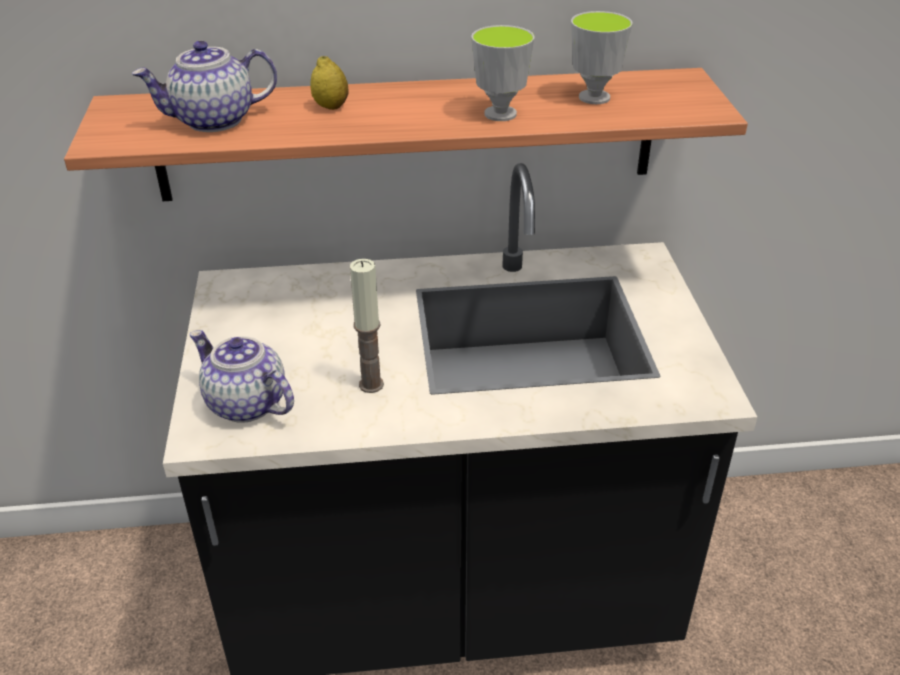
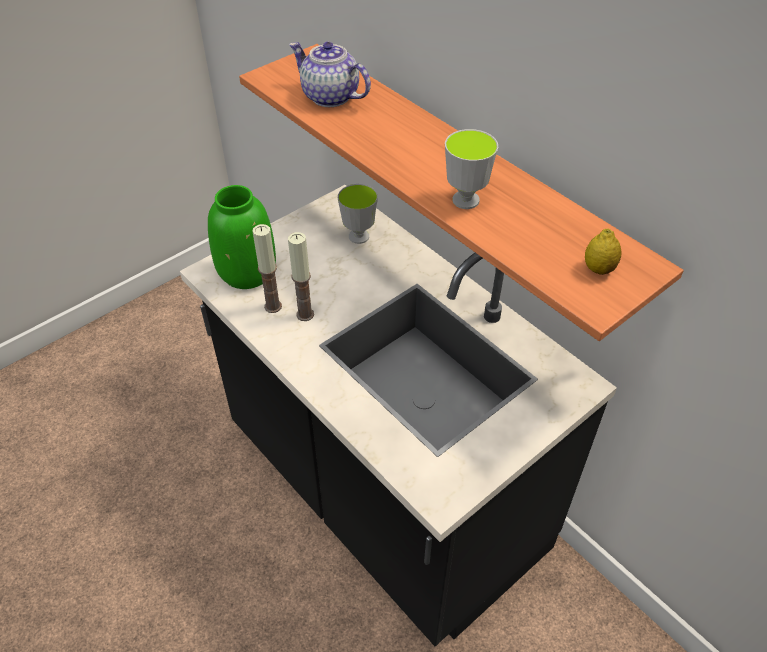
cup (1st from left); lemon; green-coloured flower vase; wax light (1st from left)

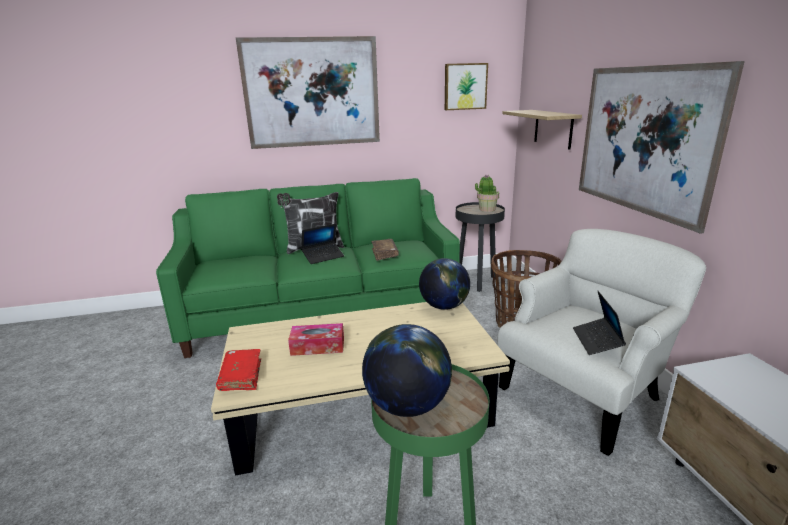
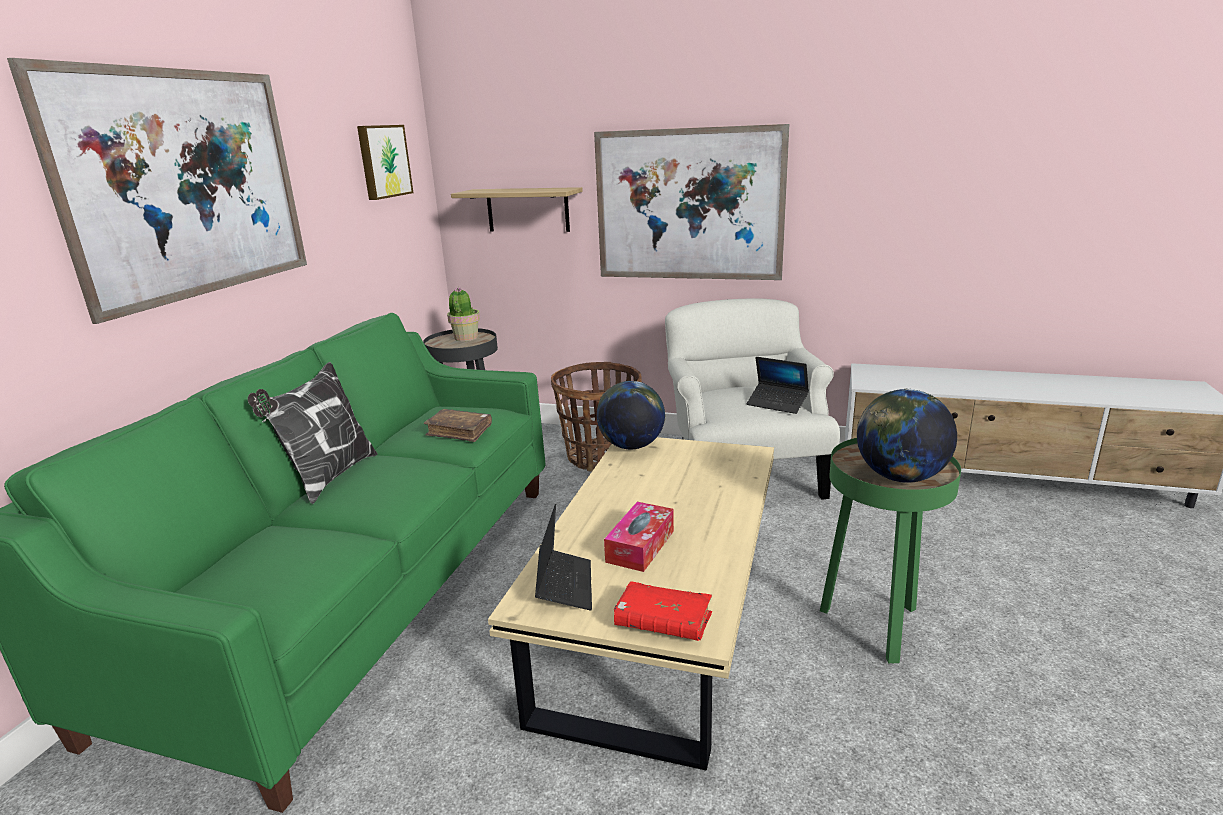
laptop (1st from left)

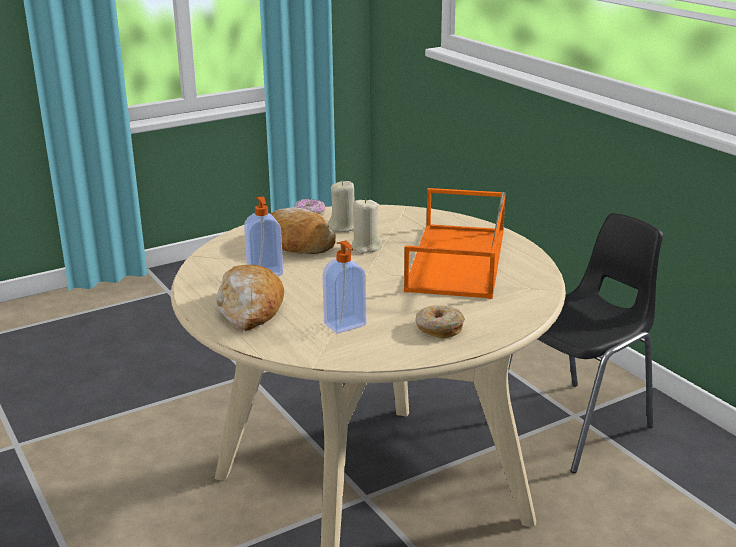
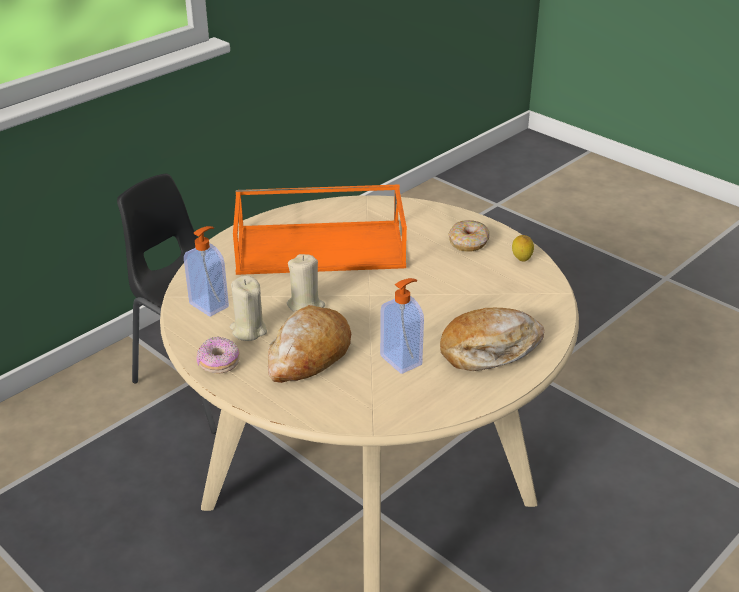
soap bottle (1st from left); lemon

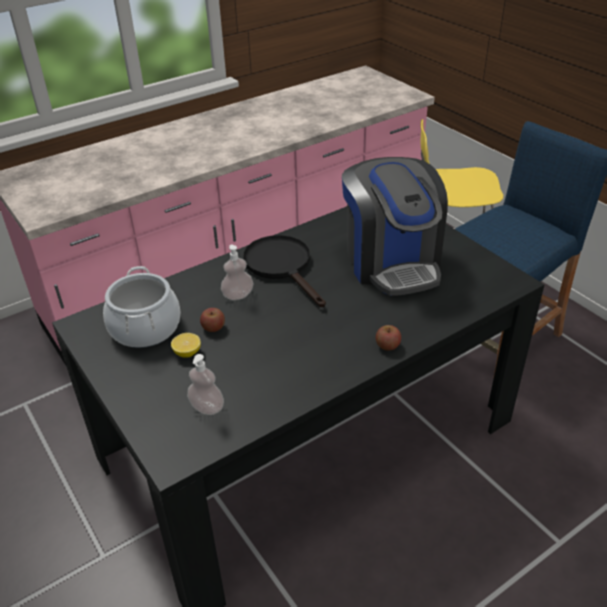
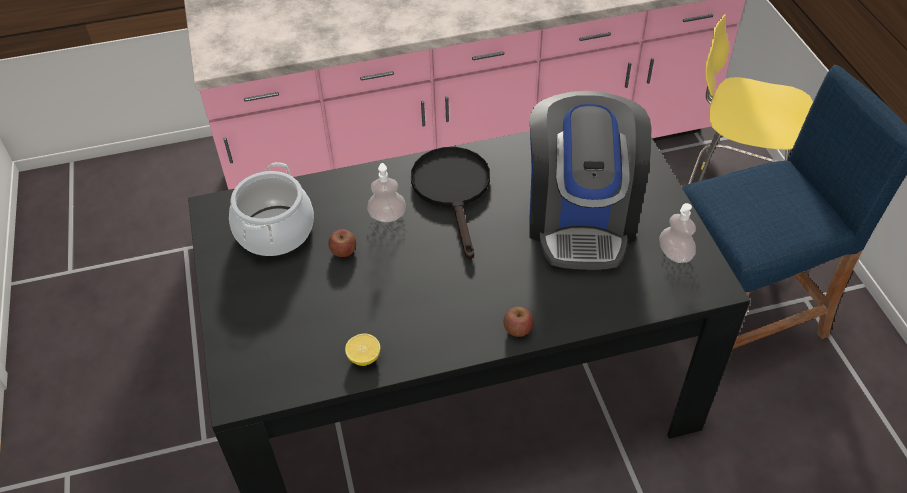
lemon; soap bottle (2nd from left)

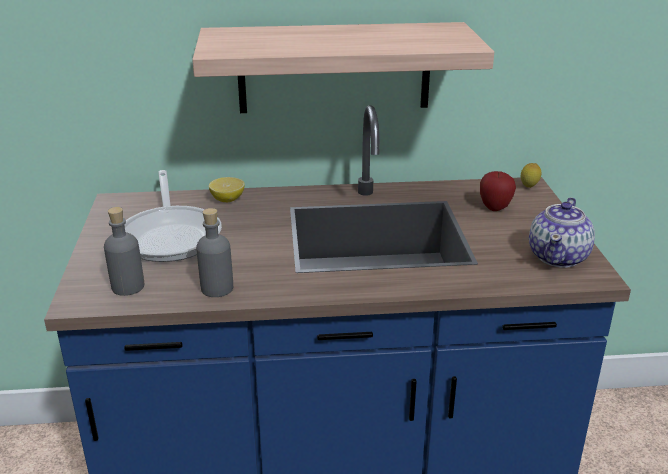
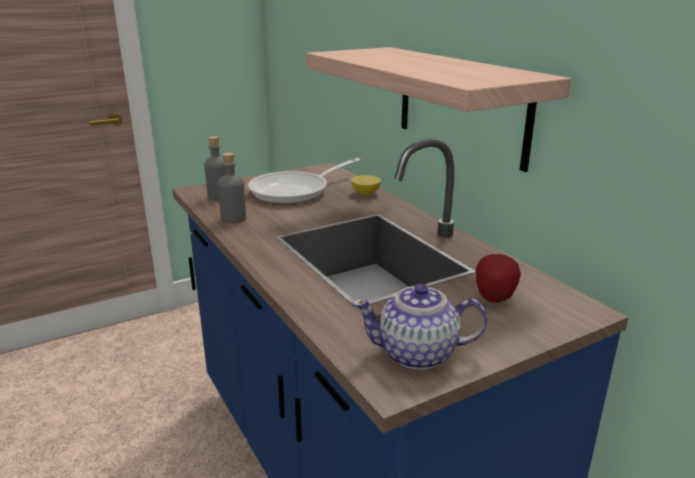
lemon (2nd from left in the first image)

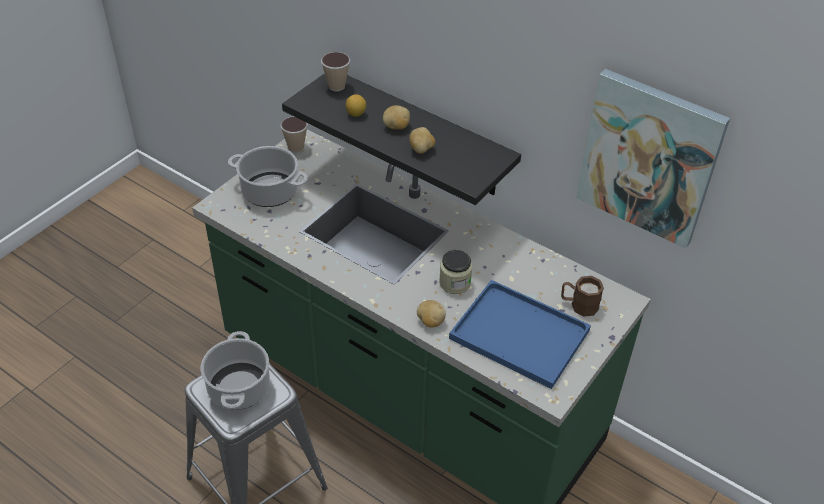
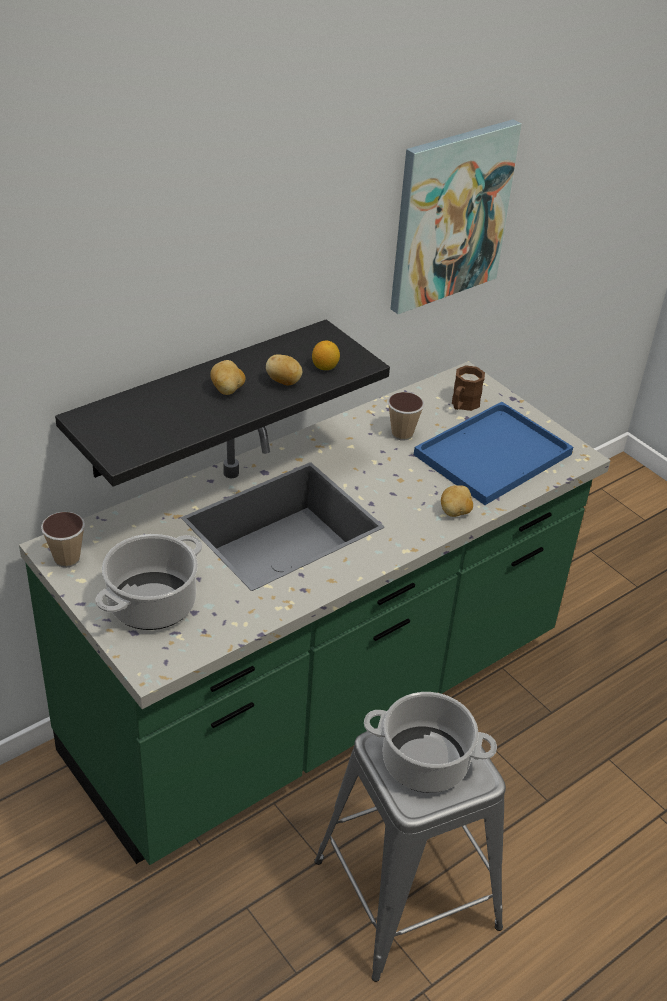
cup (2nd from left); lemon; jar

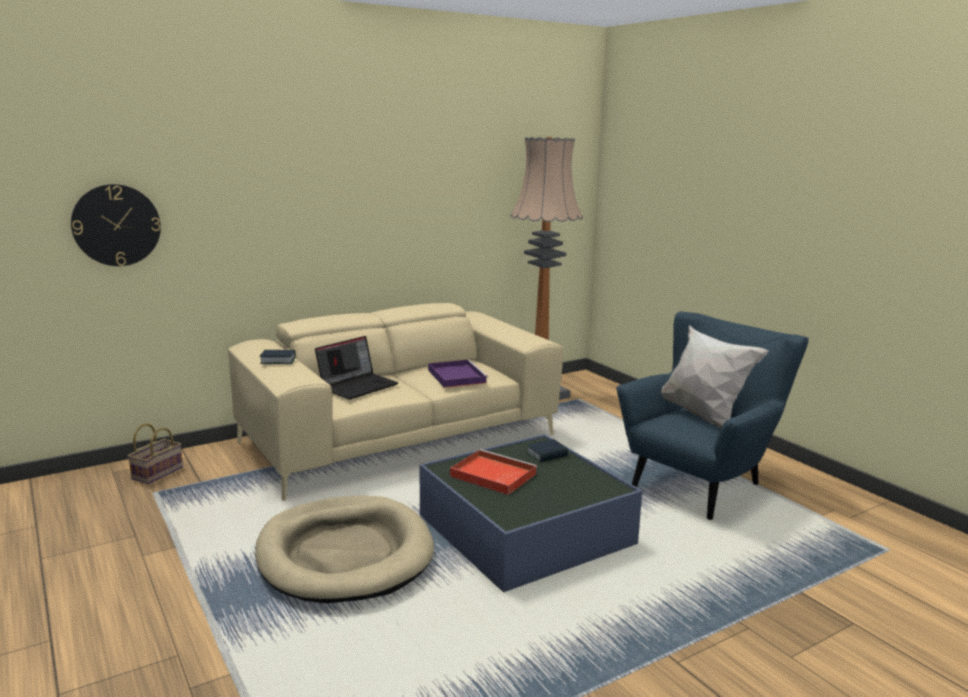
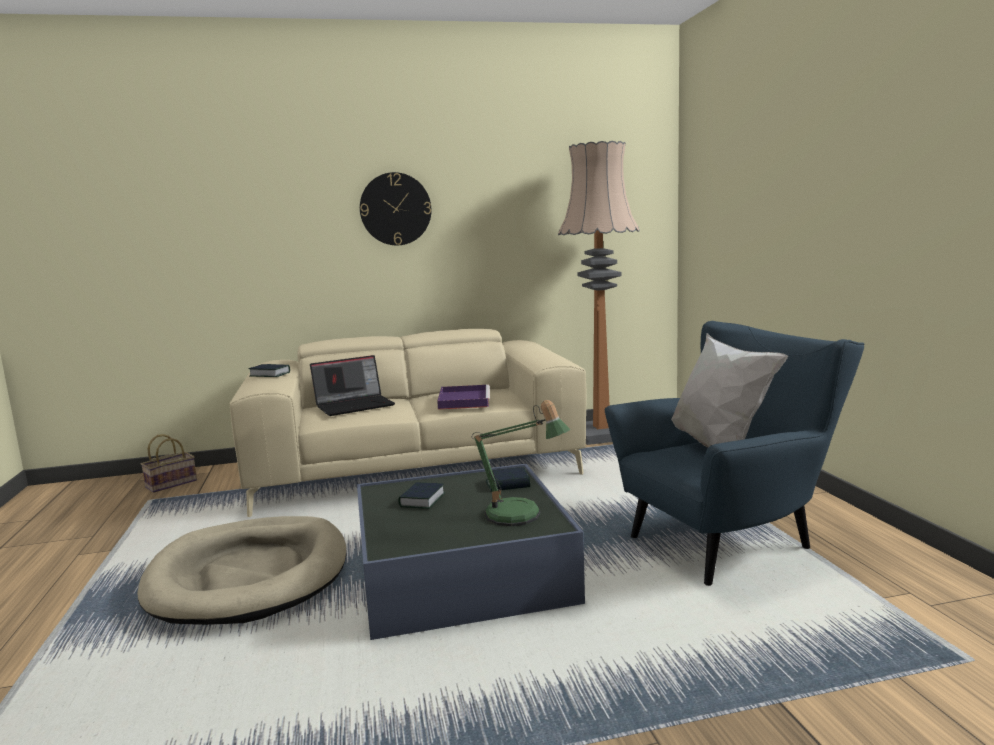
wall clock; bound book (2nd from left); lamp for a table

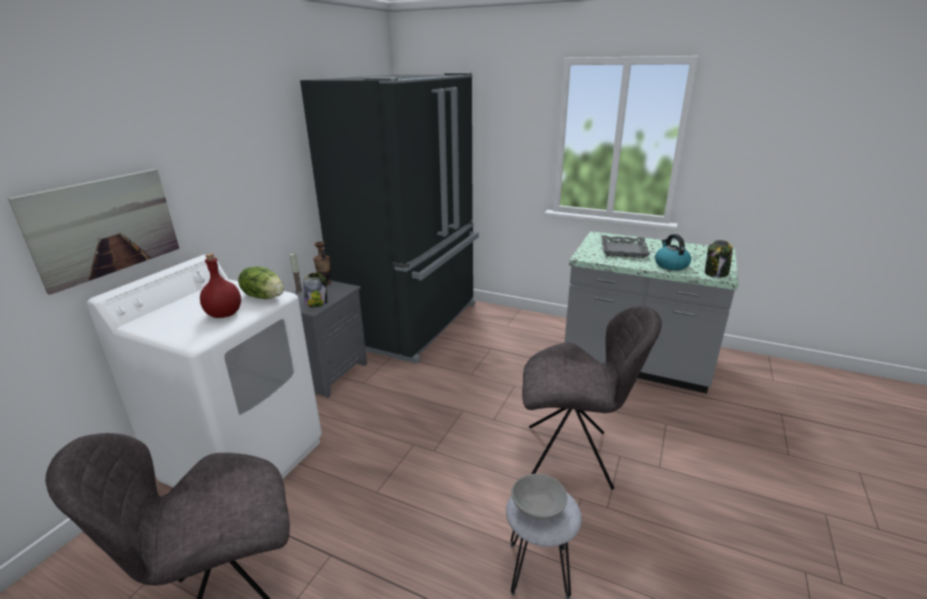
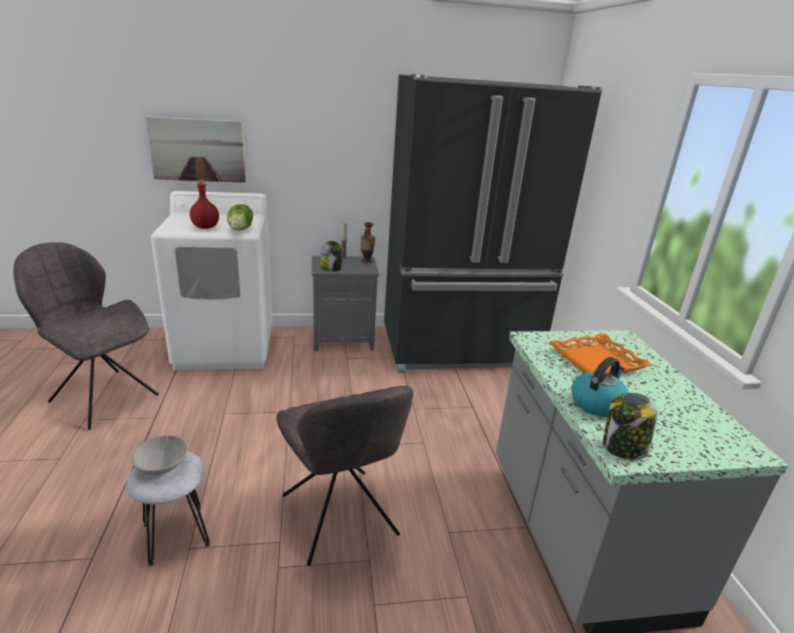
orange-coloured serving tray

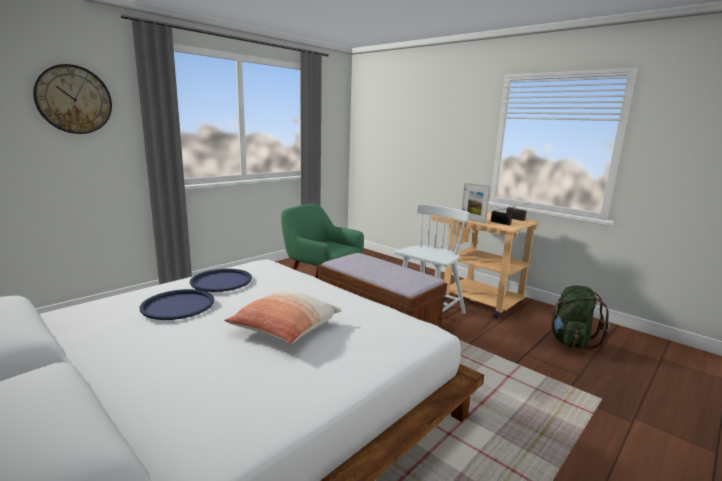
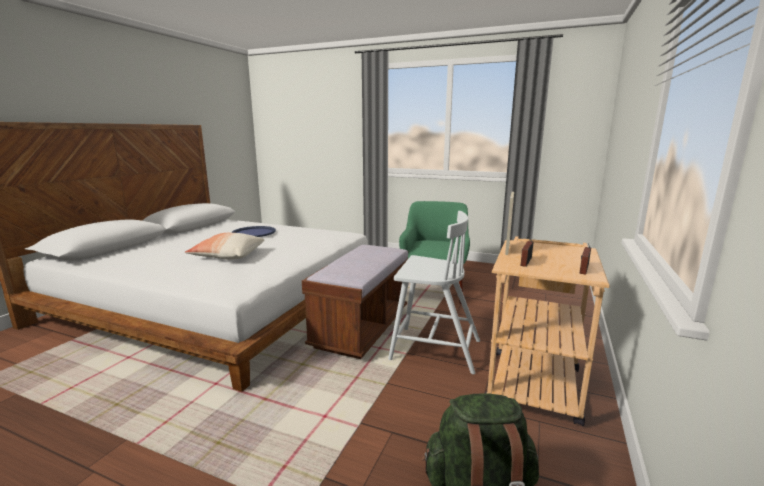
wall clock; blue-coloured serving tray (2nd from left in the first image)

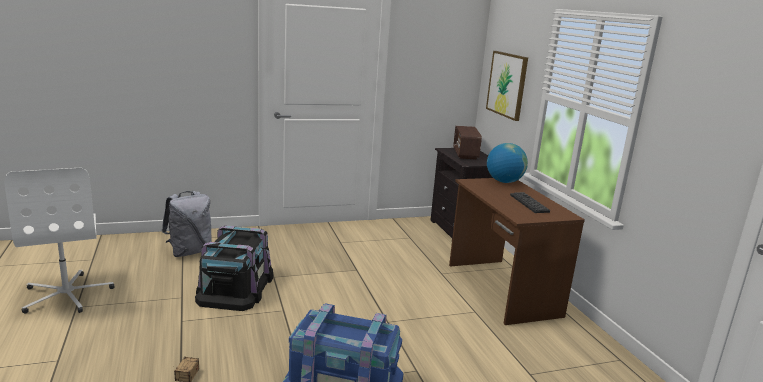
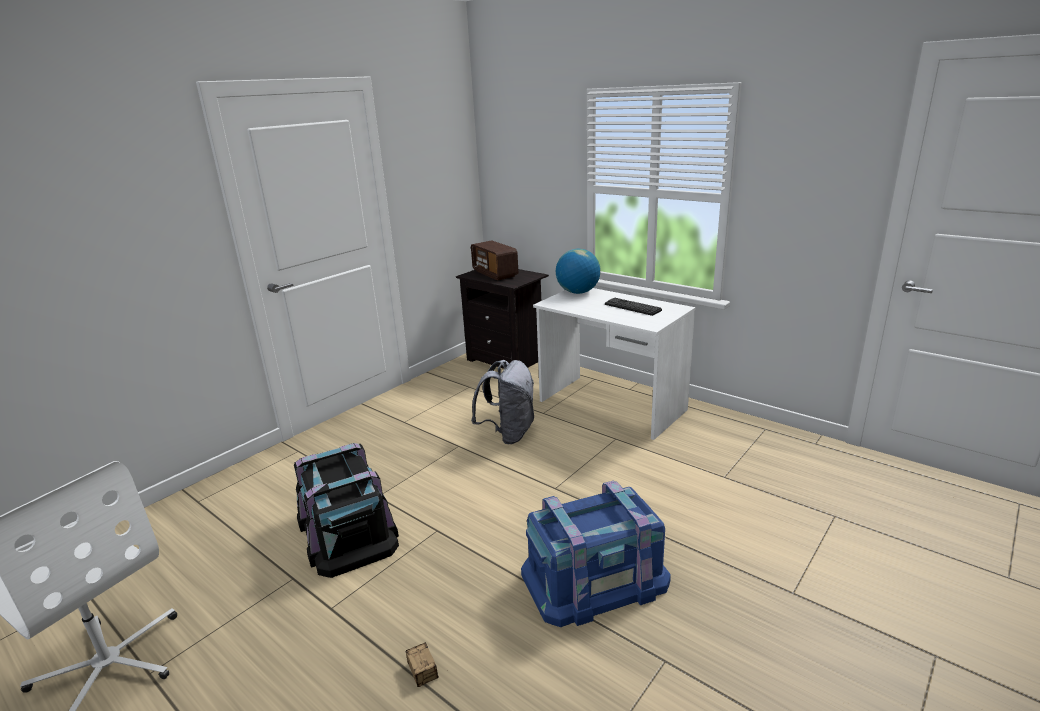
picture; whitish desk unit; gray backpack

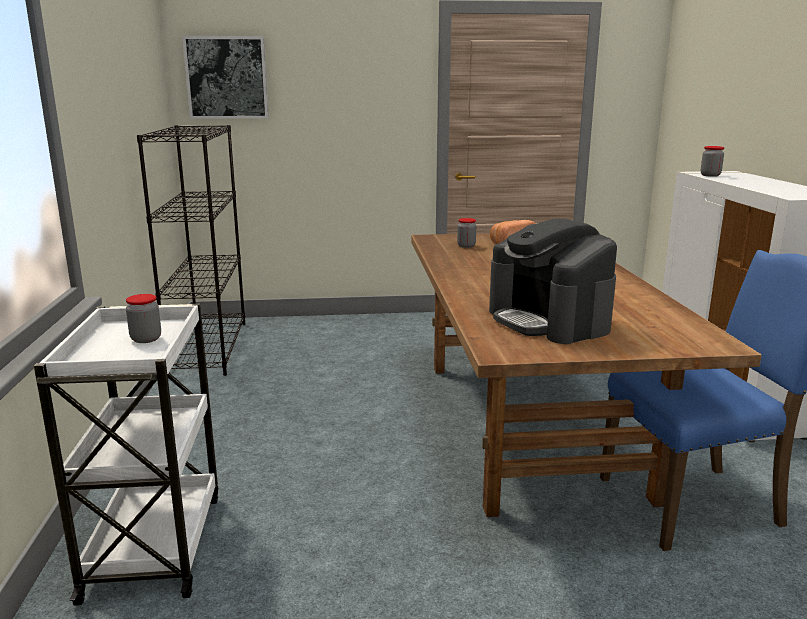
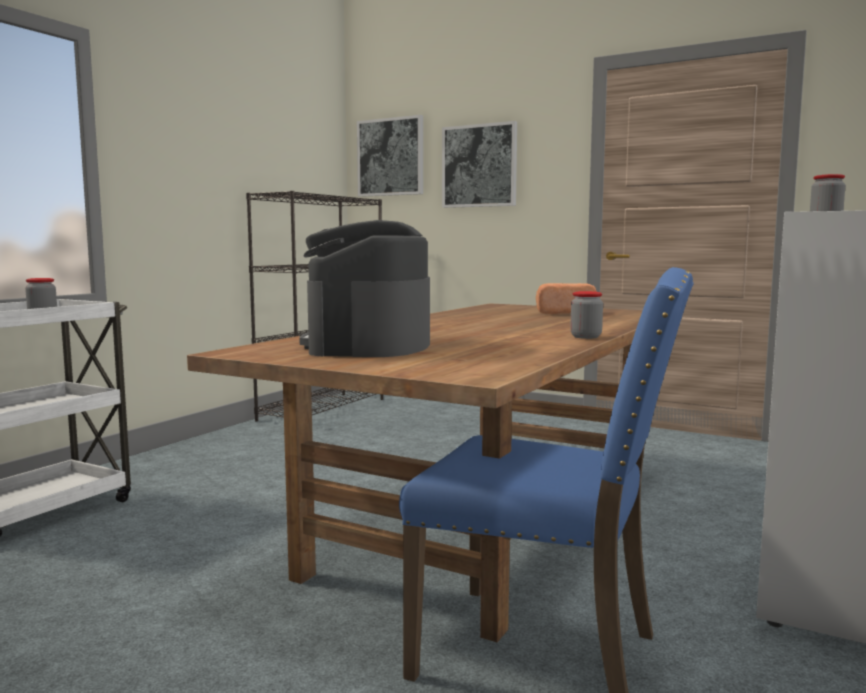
jar (2nd from left); picture (2nd from left)

